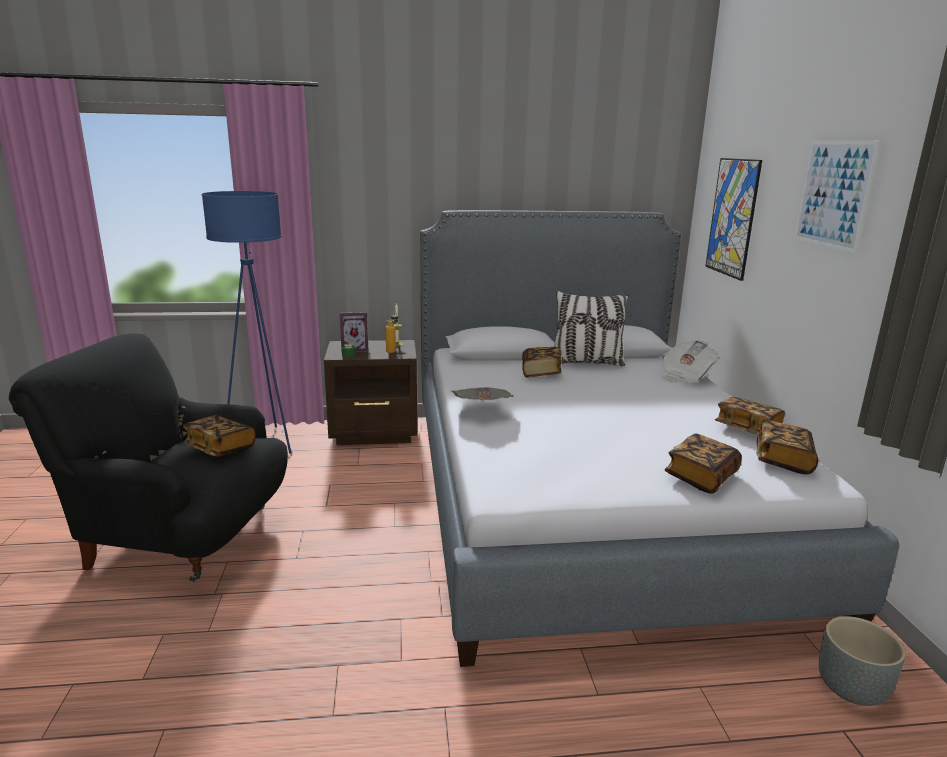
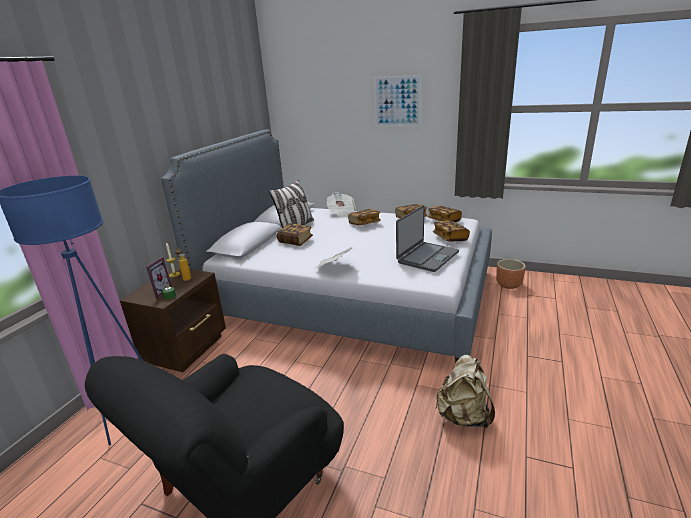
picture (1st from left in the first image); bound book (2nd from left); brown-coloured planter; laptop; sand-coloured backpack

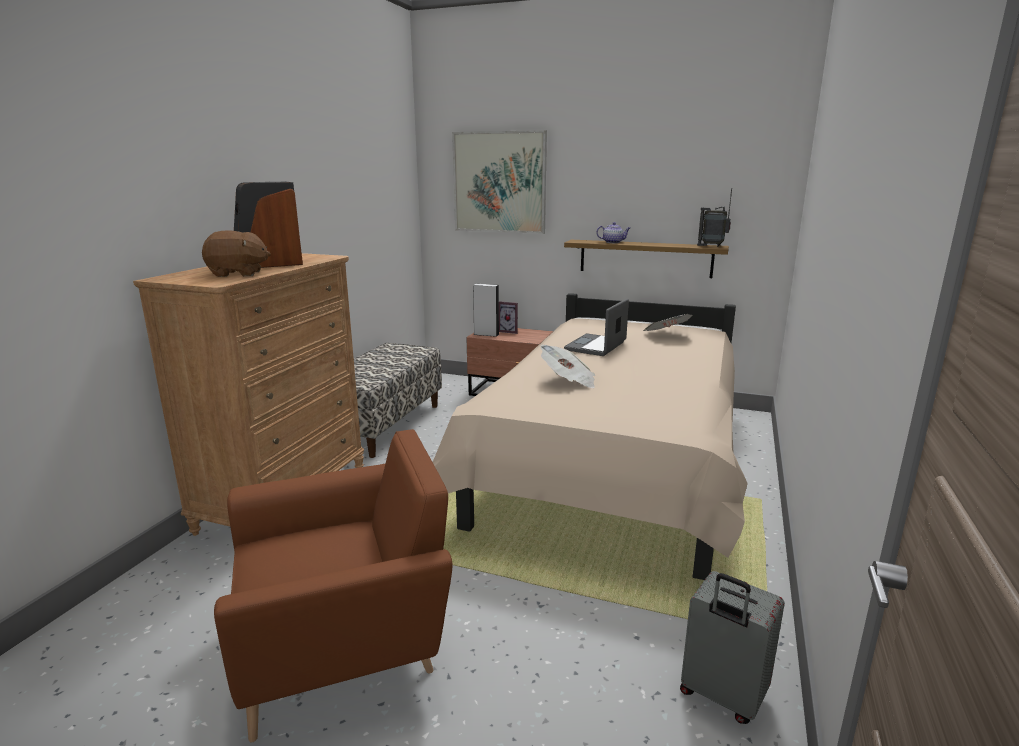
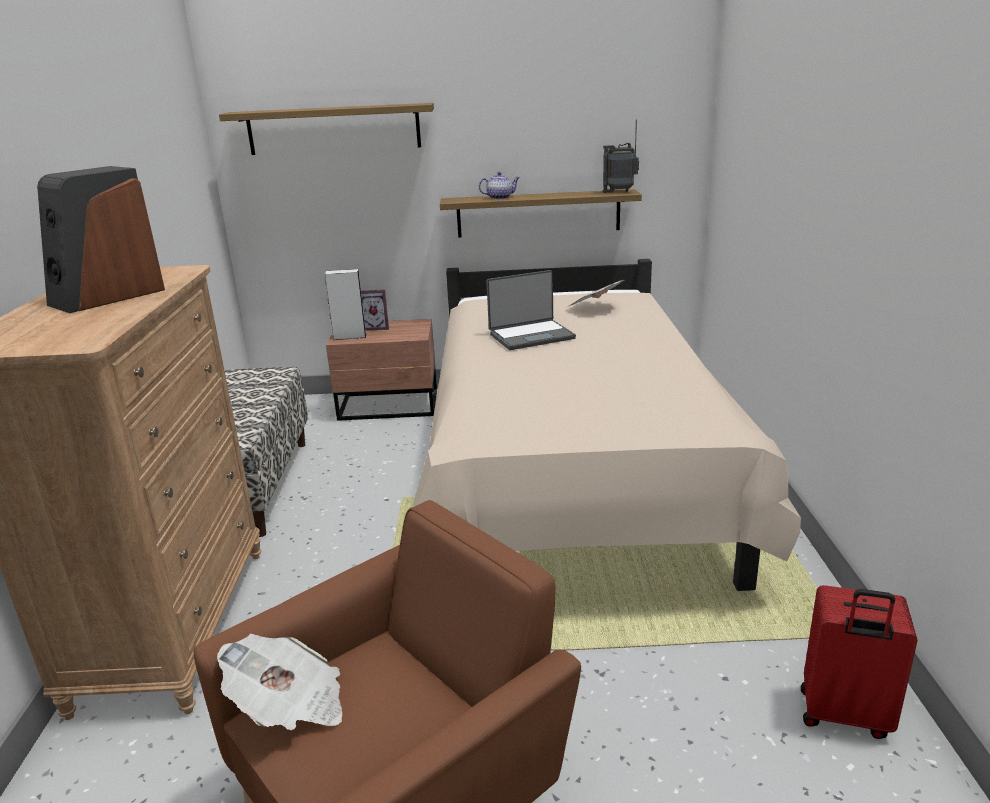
bracket shelf (1st from left); brown-coloured cuddly toy; laptop; printed paper (1st from left); red-coloured travel case

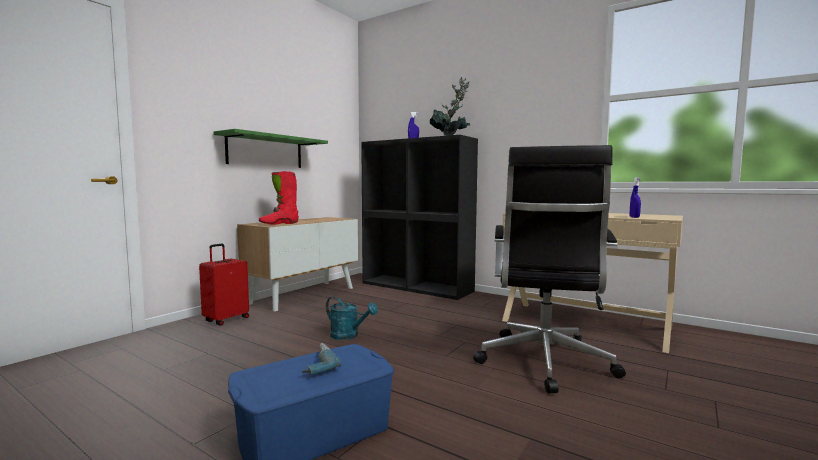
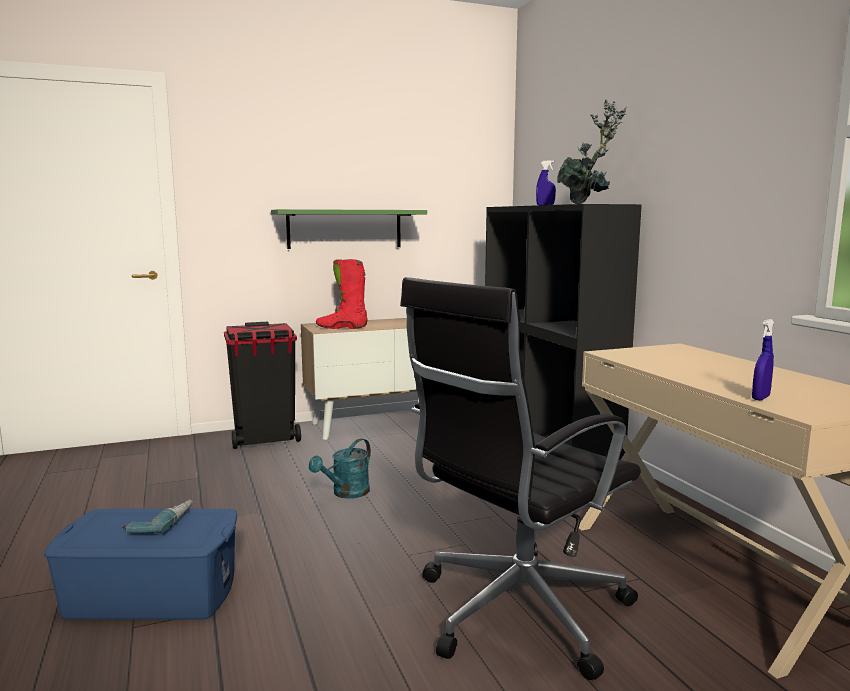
black rubbish bin; turquoise-coloured sprinkling can

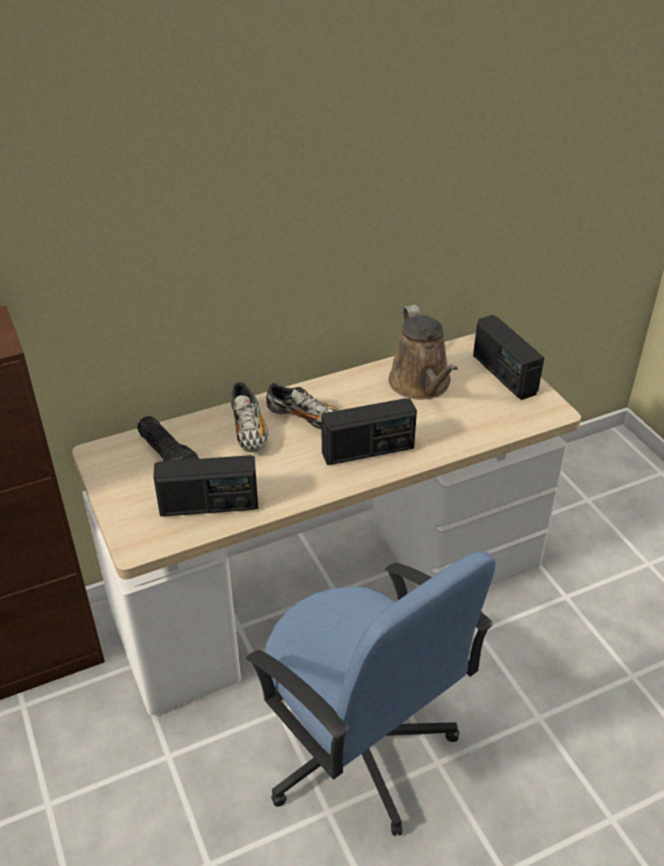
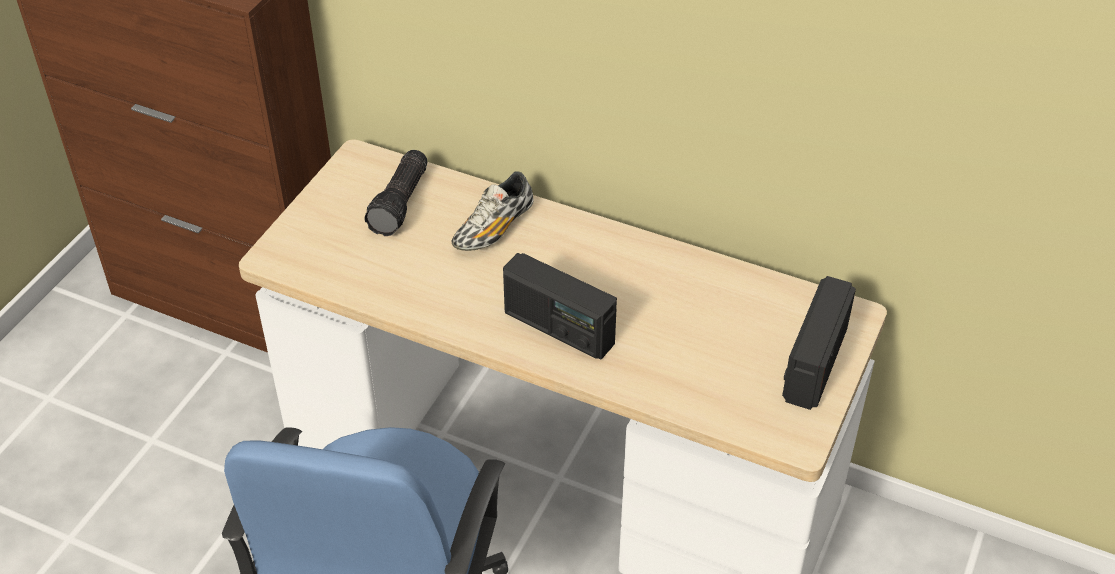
brown-coloured sprinkling can; shoe (2nd from left in the first image); radio set (1st from left in the first image)

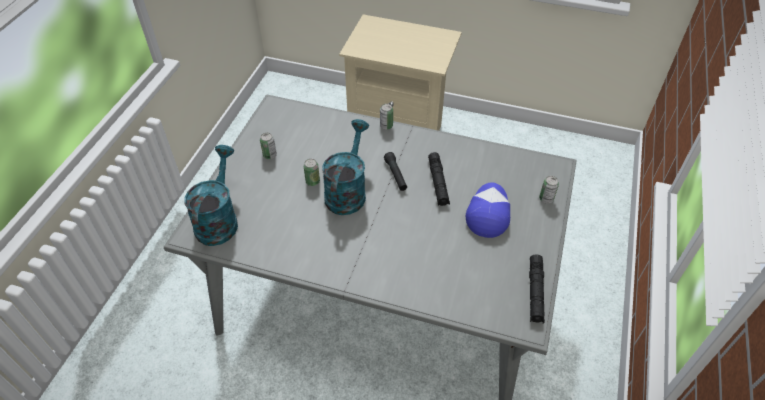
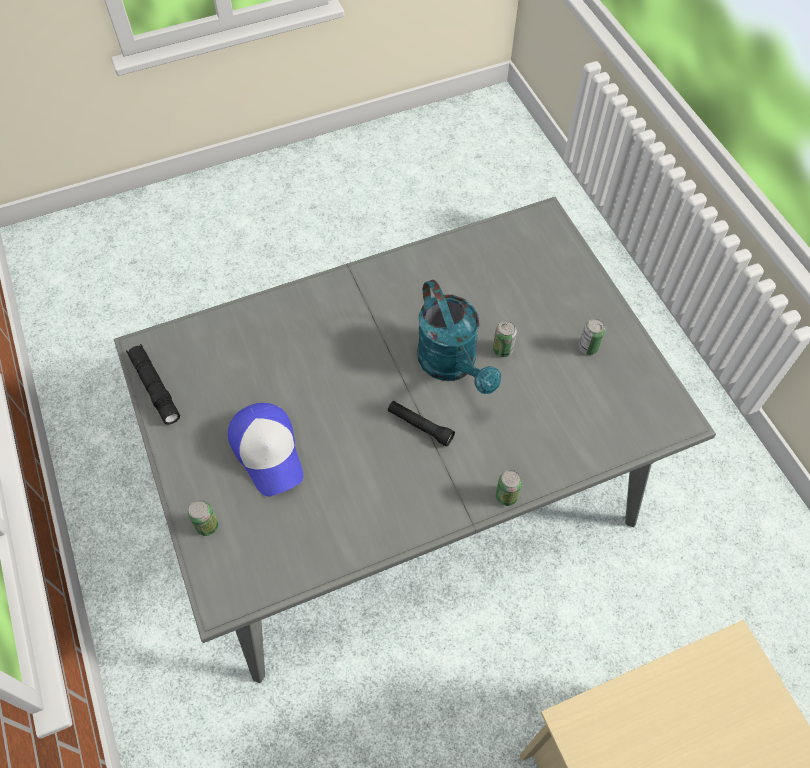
turquoise-coloured sprinkling can (1st from left in the first image); black torch (2nd from left in the first image)

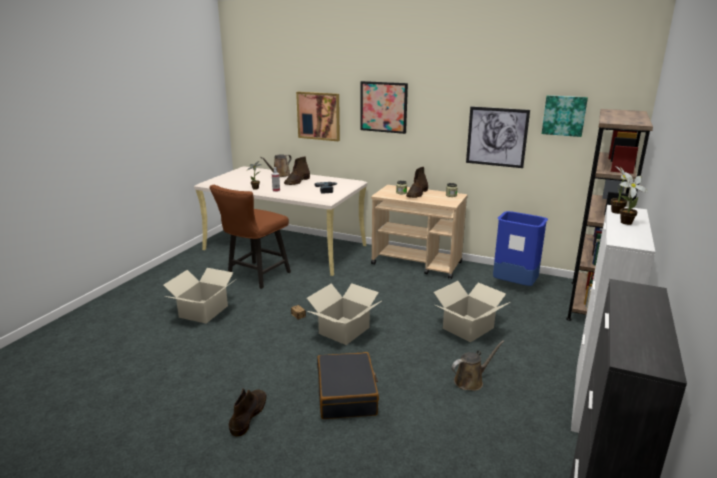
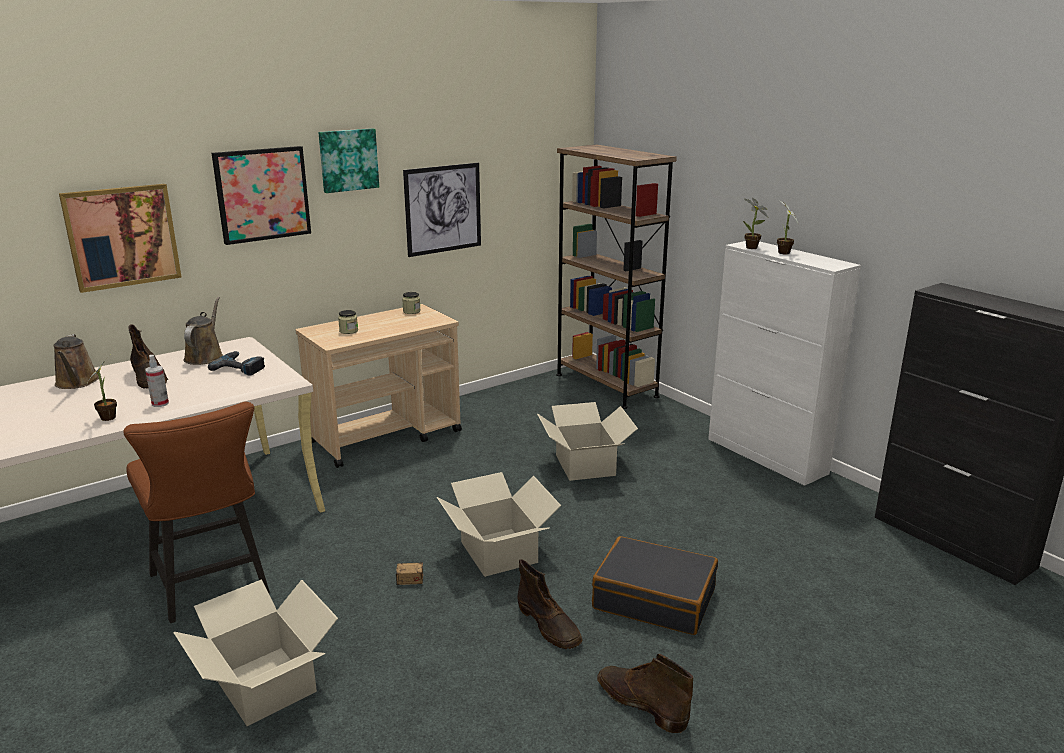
picture (3rd from left); brown-coloured boot (2nd from left); blue-coloured rubbish bin; brown-coloured sprinkling can (2nd from left)

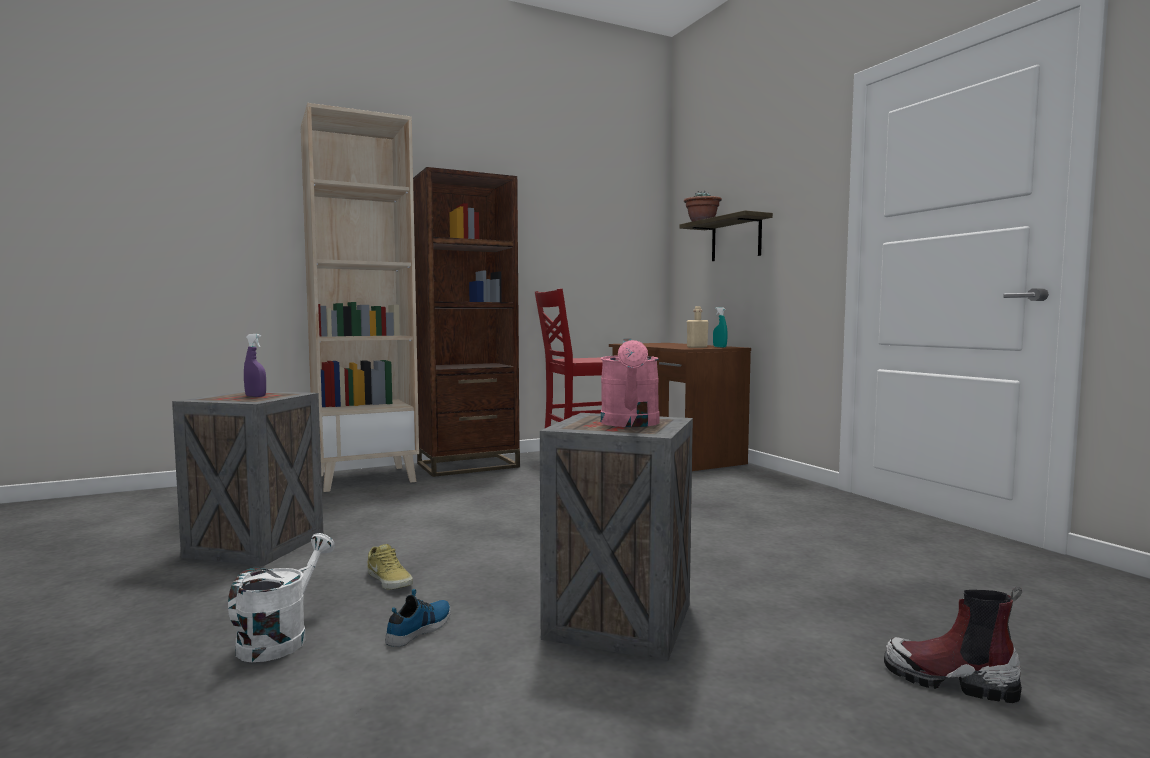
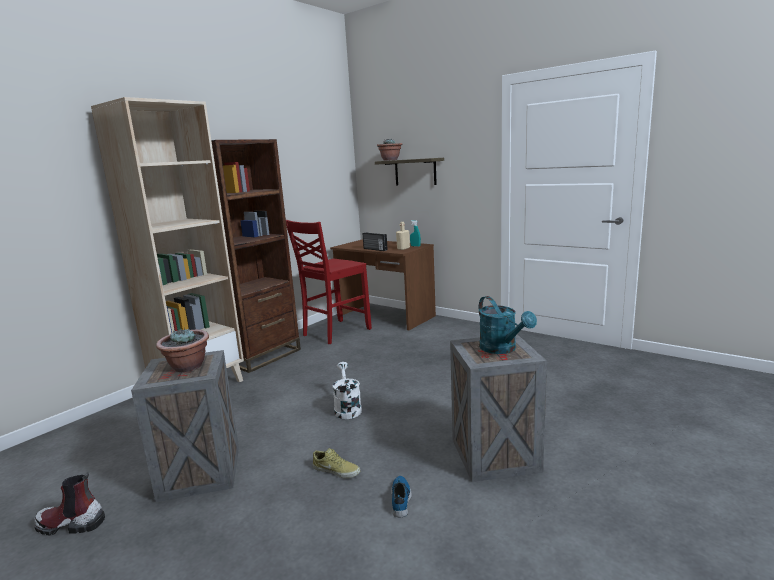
plant in a pot (1st from left); turquoise-coloured sprinkling can; whitish sprinkling can; boot; radio set

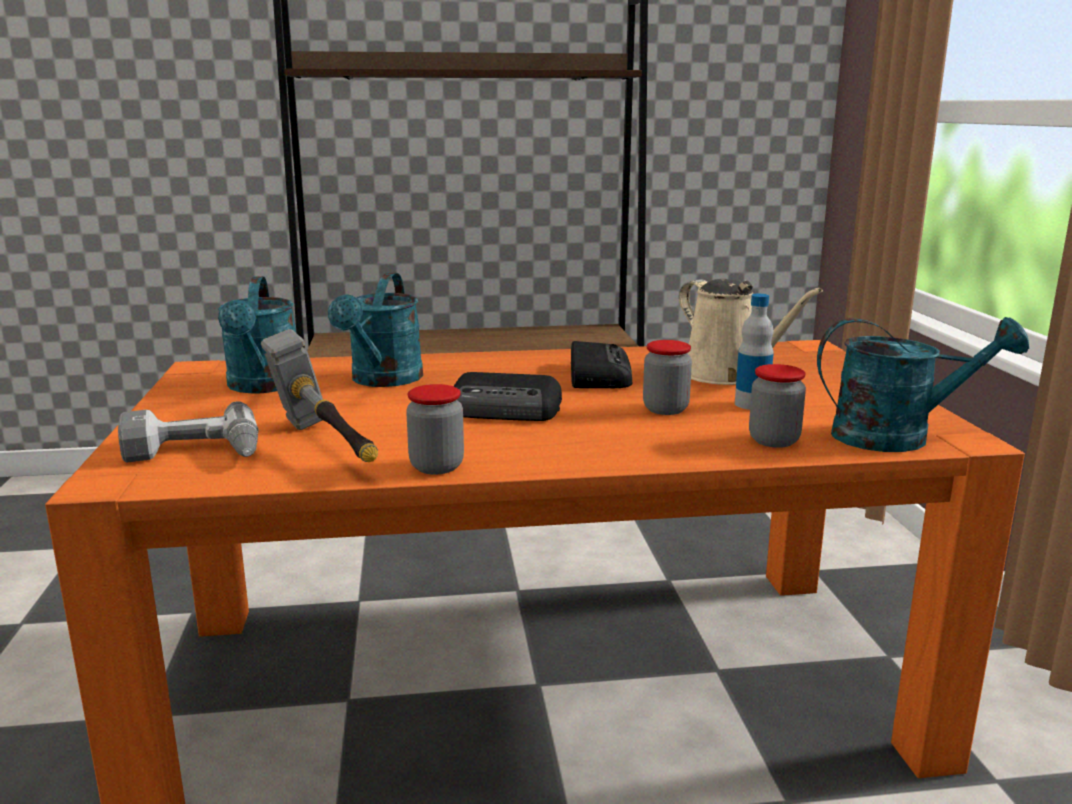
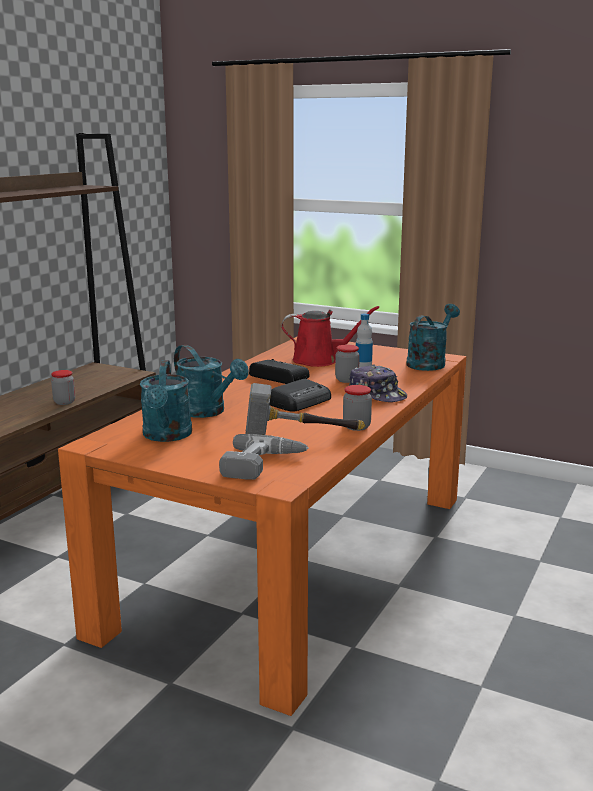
turquoise-coloured sprinkling can (1st from left); red-coloured sprinkling can; jar (1st from left); cap

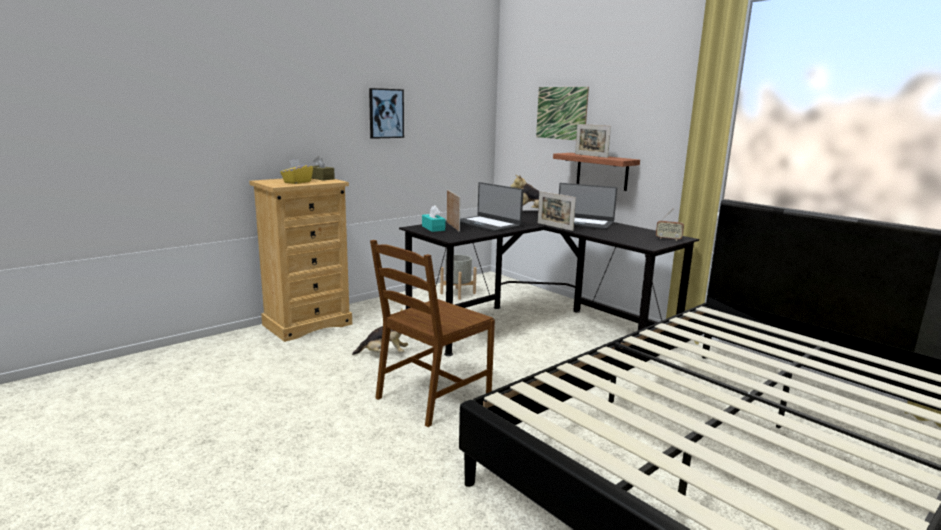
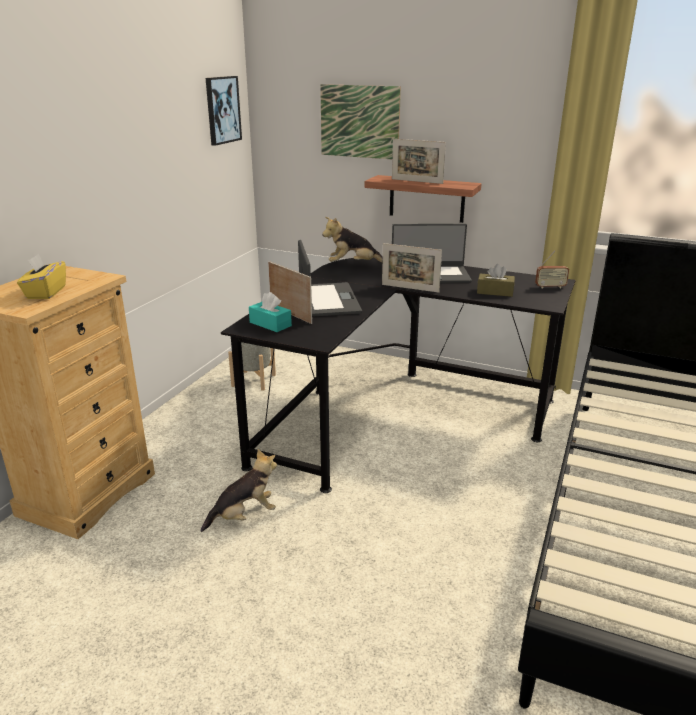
picture (1st from left); brown-coloured tissue box; laptop (1st from left); brown-coloured chair

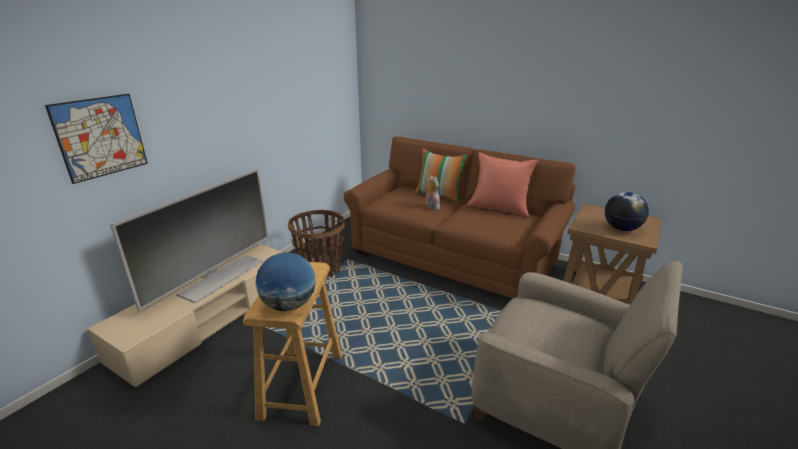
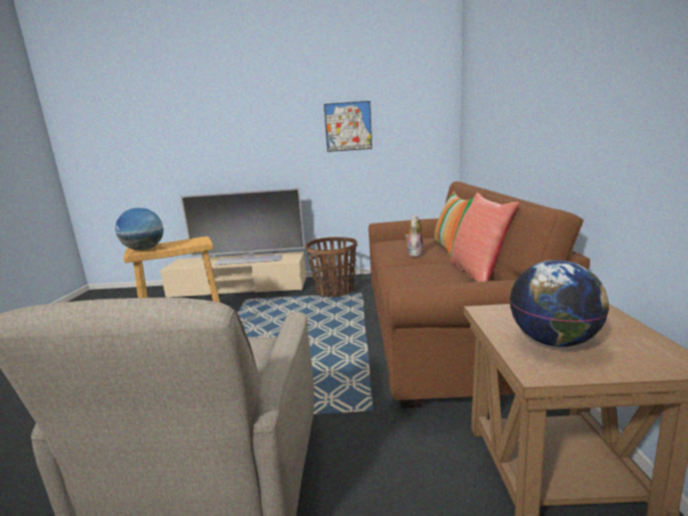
picture

